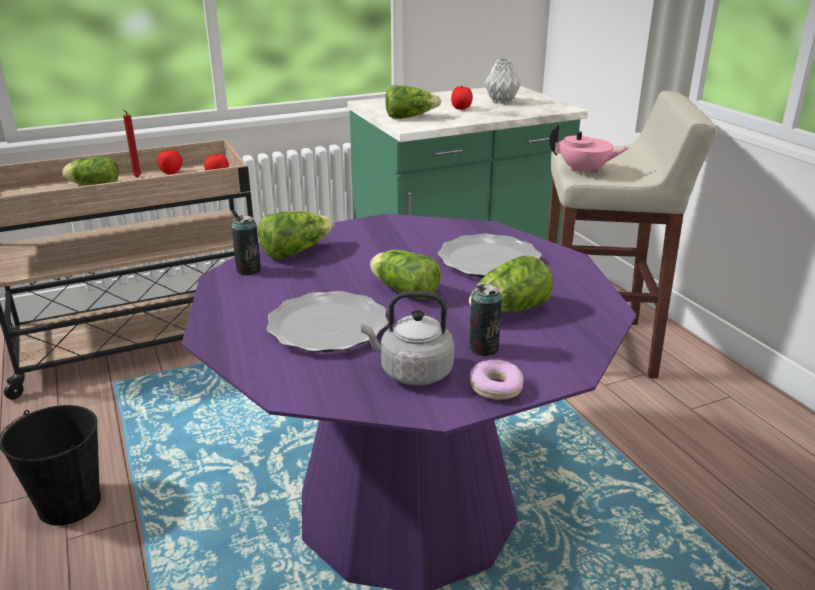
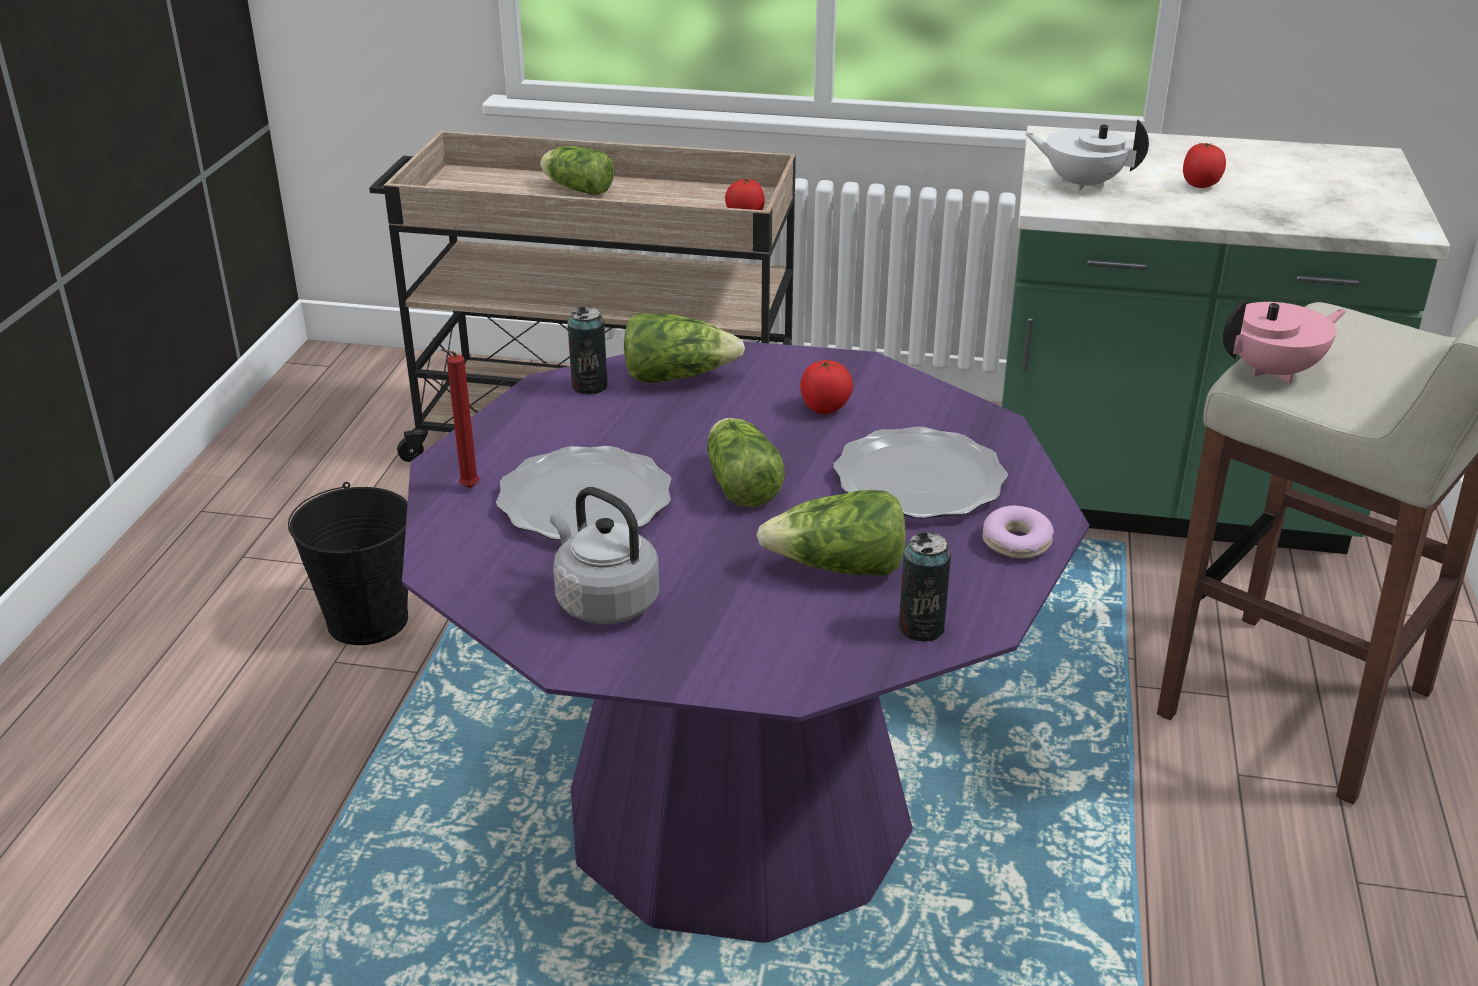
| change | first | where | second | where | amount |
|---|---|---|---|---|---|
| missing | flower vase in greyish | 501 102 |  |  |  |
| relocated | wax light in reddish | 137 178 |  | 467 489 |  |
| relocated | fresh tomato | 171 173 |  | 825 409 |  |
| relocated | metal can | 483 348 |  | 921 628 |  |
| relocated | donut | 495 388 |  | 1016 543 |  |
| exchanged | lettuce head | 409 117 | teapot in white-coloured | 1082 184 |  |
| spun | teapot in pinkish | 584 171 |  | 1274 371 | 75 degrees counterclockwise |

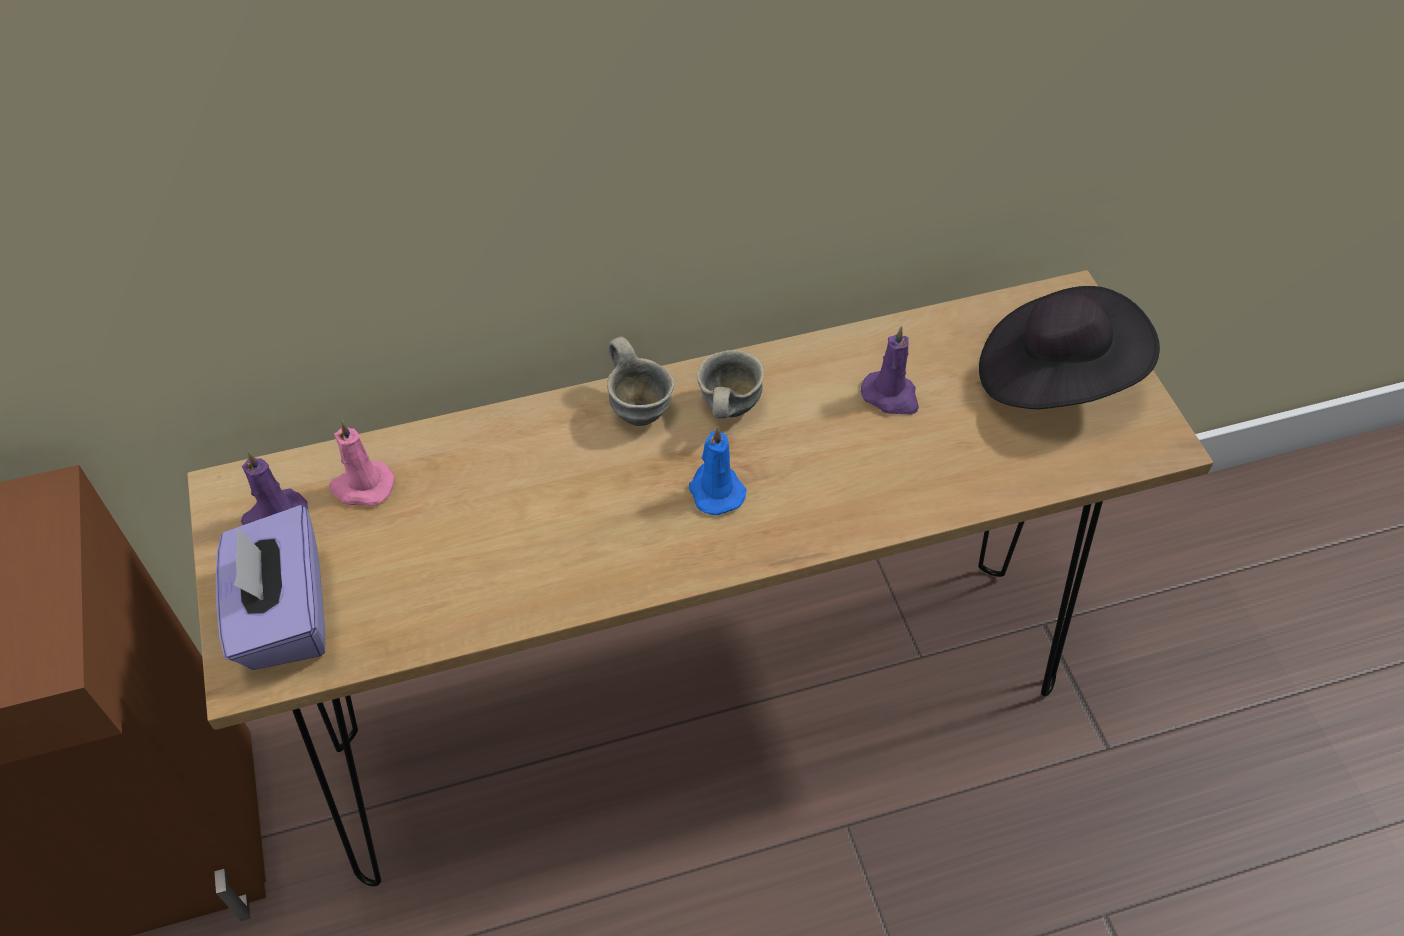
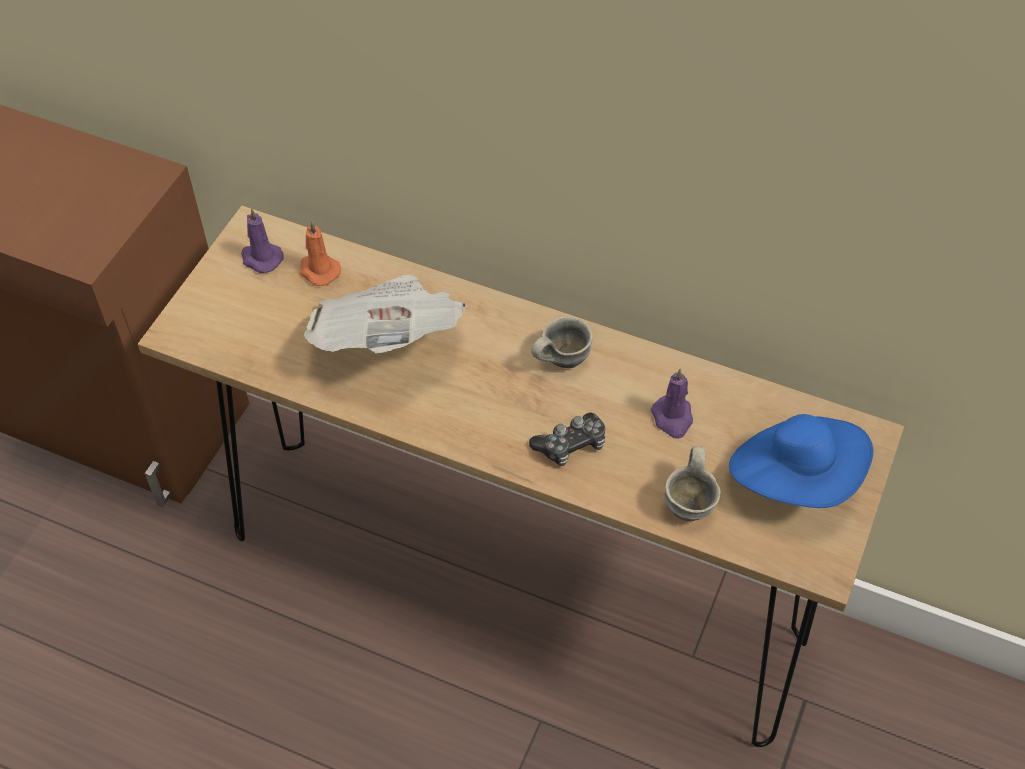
| change | first | where | second | where | amount |
|---|---|---|---|---|---|
| missing | box of tissues in purple | 283 615 |  |  |  |
| missing | wax light in bluish | 715 490 |  |  |  |
| appeared |  |  | newspaper | 388 340 |  |
| appeared |  |  | game controller | 571 445 |  |
| relocated | mug in greyish | 641 408 |  | 691 505 |  |
| colour | wax light in pinkish | 362 486 | wax light in orangey | 318 270 |  |
| colour | wearable hat in black | 1054 377 | wearable hat in bluish | 796 478 |  |

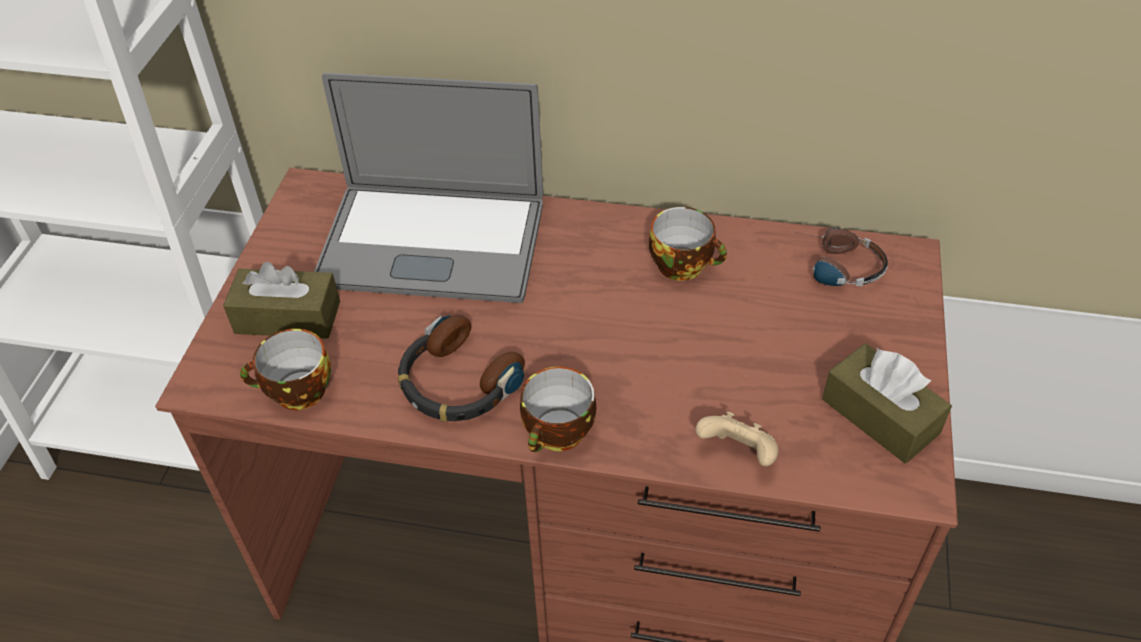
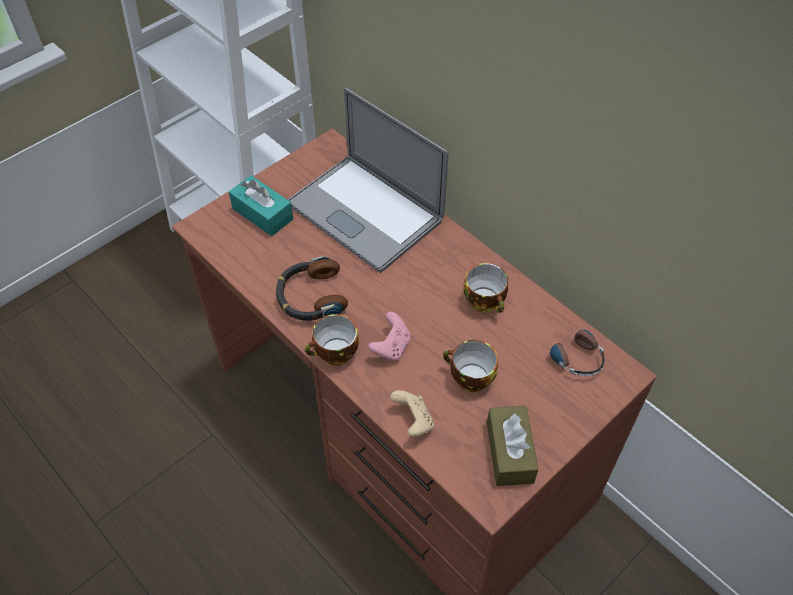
| change | first | where | second | where | amount |
|---|---|---|---|---|---|
| appeared |  |  | game controller in pinkish | 391 347 |  |
| relocated | cup | 296 393 |  | 469 378 |  |
| colour | box of tissues in brown-coloured | 288 317 | box of tissues in turquoise-coloured | 262 214 |  |

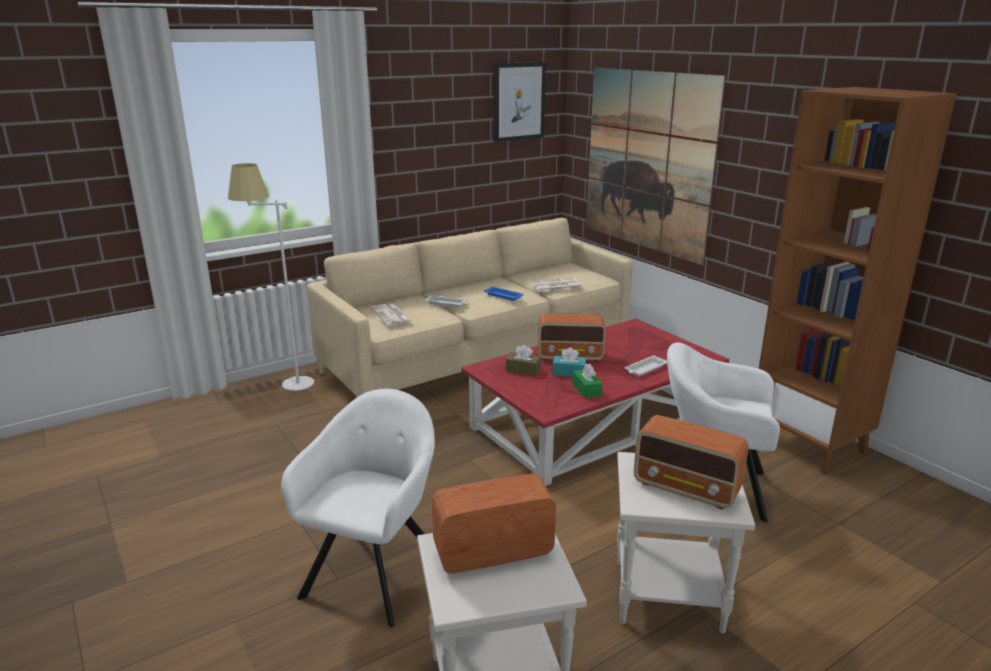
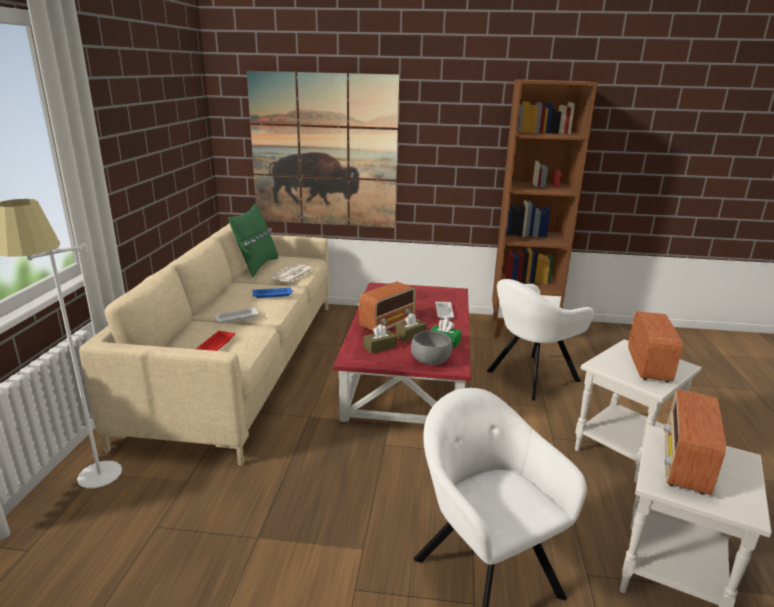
| change | first | where | second | where | amount |
|---|---|---|---|---|---|
| missing | picture | 518 101 |  |  |  |
| appeared |  |  | throw pillow in green | 257 266 |  |
| appeared |  |  | deep dish in greyish | 430 360 |  |
| exchanged | newspaper | 392 316 | carrying tray in reddish | 214 346 |  |
| colour | box of tissues in turquoise-coloured | 568 372 | box of tissues in brown-coloured | 410 335 |  |
| spun | radio set | 687 488 |  | 648 366 | 60 degrees counterclockwise |

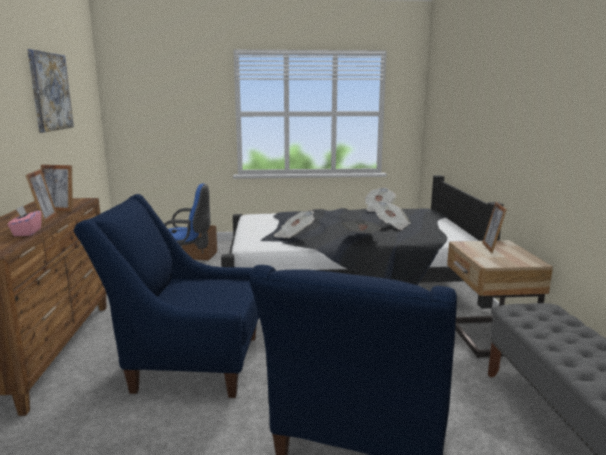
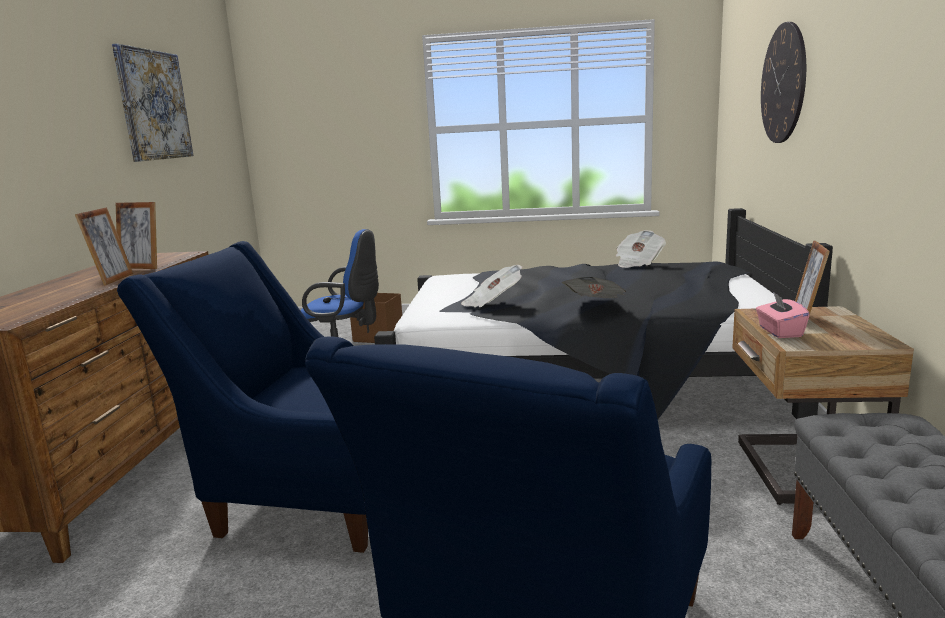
| change | first | where | second | where | amount |
|---|---|---|---|---|---|
| missing | newspaper | 391 225 |  |  |  |
| appeared |  |  | hanging clock | 783 83 |  |
| relocated | box of tissues in pinkish | 27 232 |  | 779 332 |  |

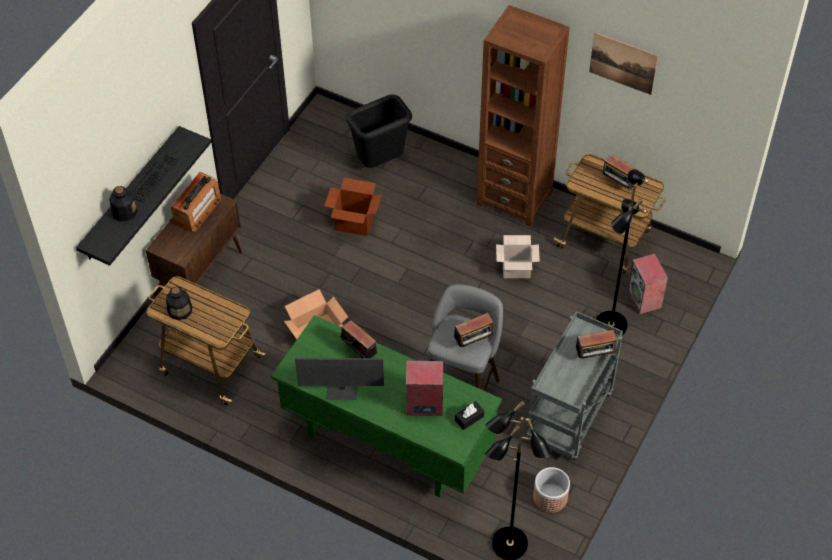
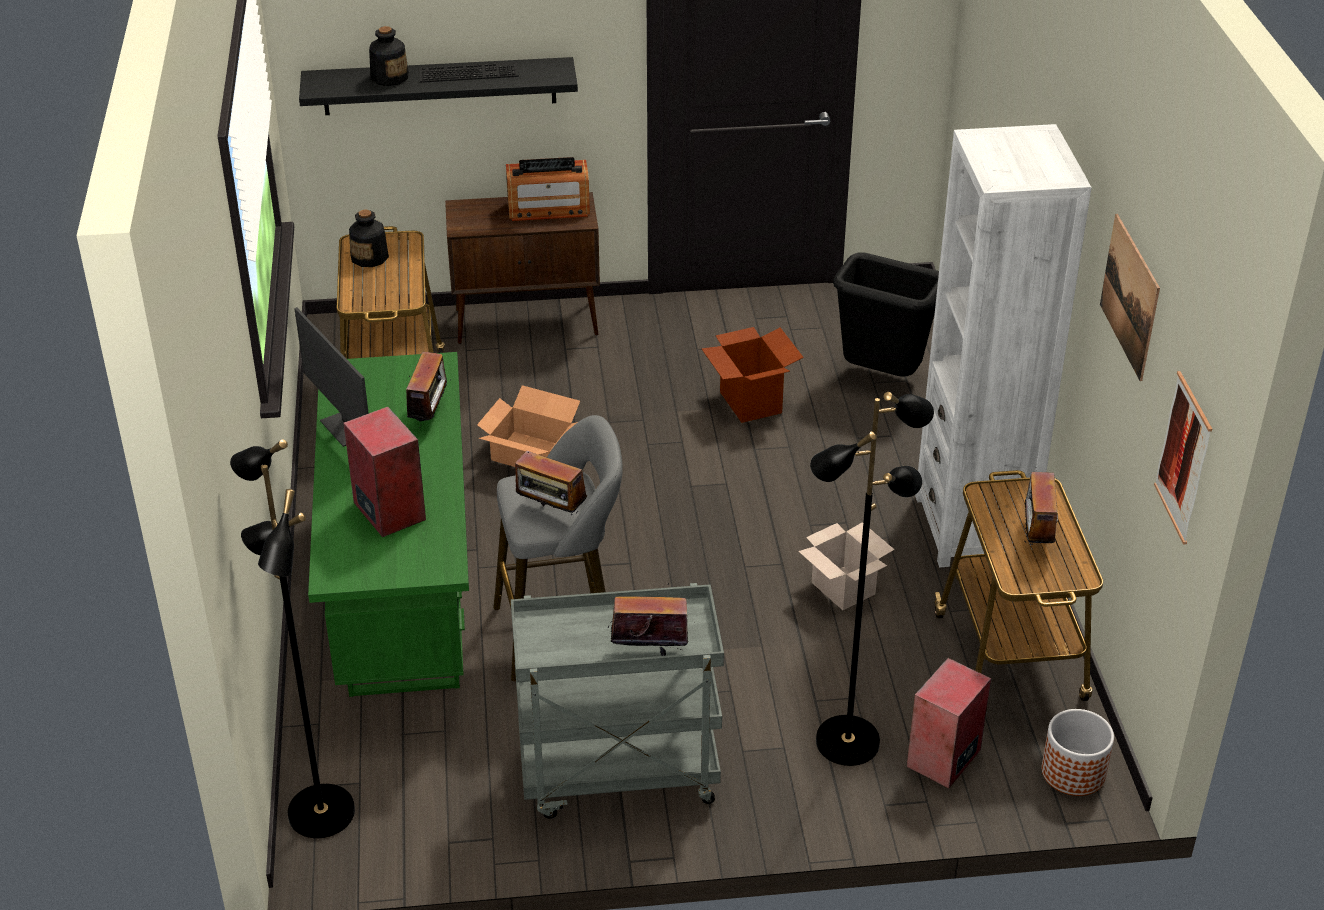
| change | first | where | second | where | amount |
|---|---|---|---|---|---|
| missing | box of tissues in black | 469 418 |  |  |  |
| appeared |  |  | picture | 1183 458 |  |
| relocated | flower pot | 550 497 |  | 1073 772 |  |
| colour | bookcase in brown-coloured | 514 198 | bookcase in white-coloured | 973 527 |  |
| spun | radio set | 595 356 |  | 649 651 | 135 degrees clockwise |

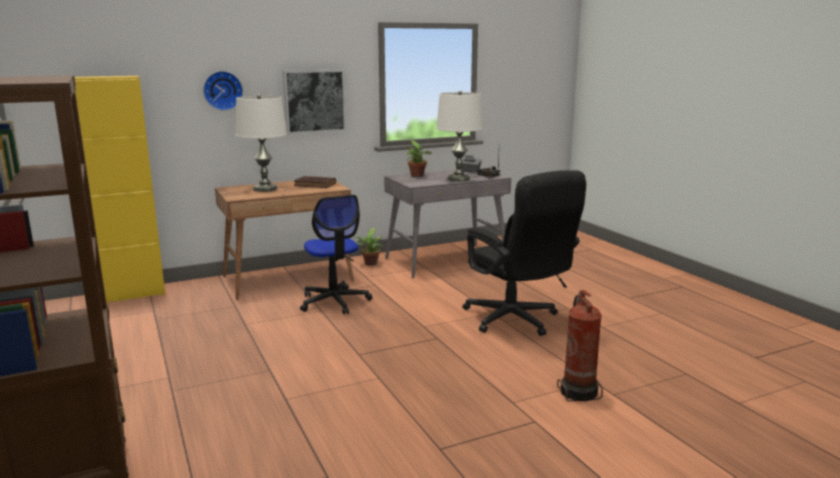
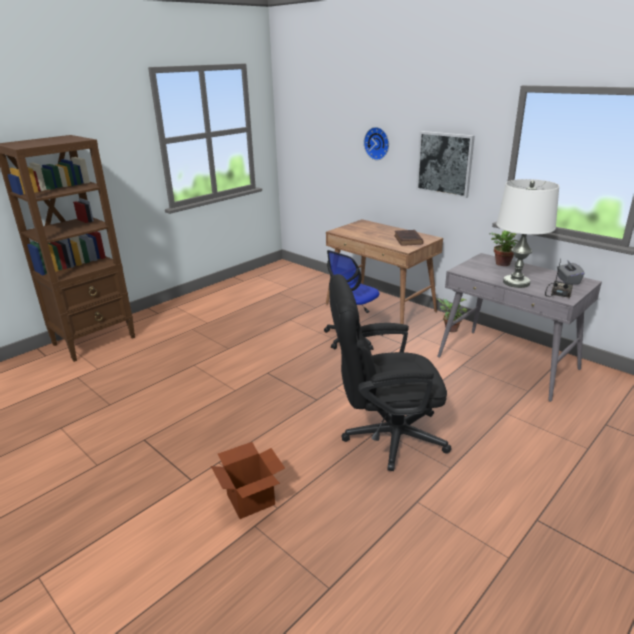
| change | first | where | second | where | amount |
|---|---|---|---|---|---|
| missing | storage cabinet in yellow | 128 295 |  |  |  |
| missing | lamp for a table in white-coloured | 265 189 |  |  |  |
| exchanged | extinguisher | 578 392 | carton | 250 500 |  |
| spun | computer chair in black | 516 321 |  | 384 436 | 45 degrees clockwise |

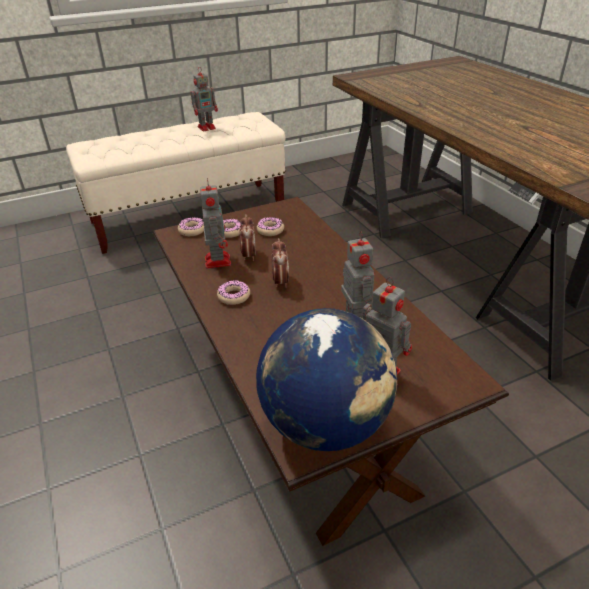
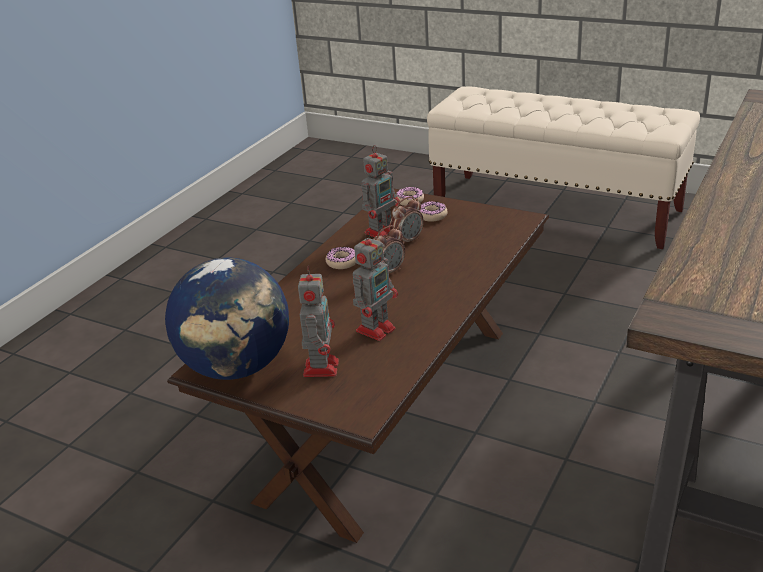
| change | first | where | second | where | amount |
|---|---|---|---|---|---|
| missing | toy robot | 207 127 |  |  |  |
| missing | donut | 270 230 |  |  |  |

